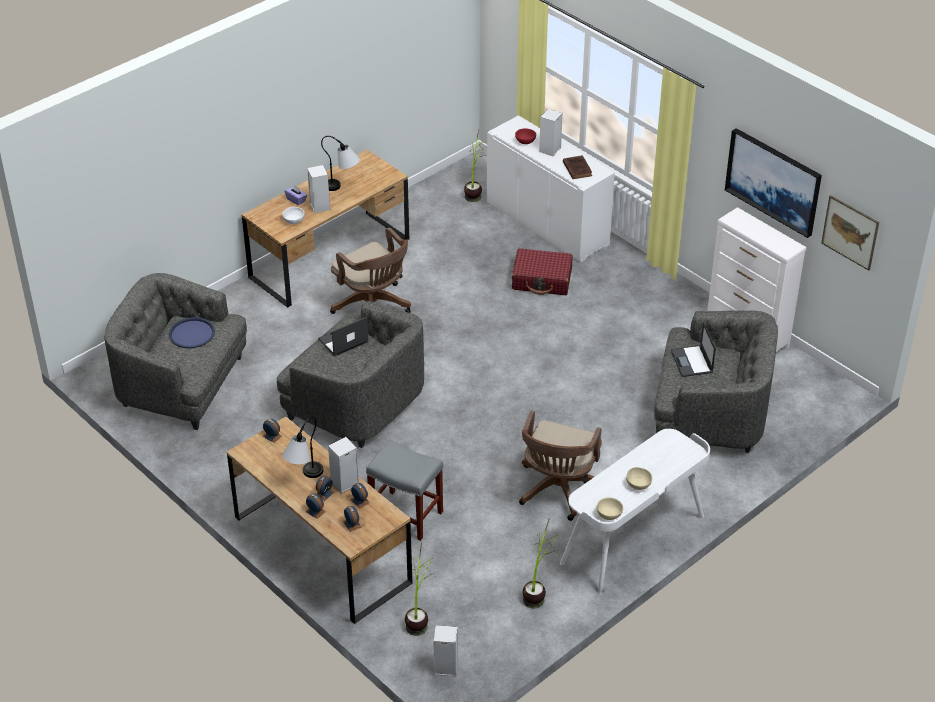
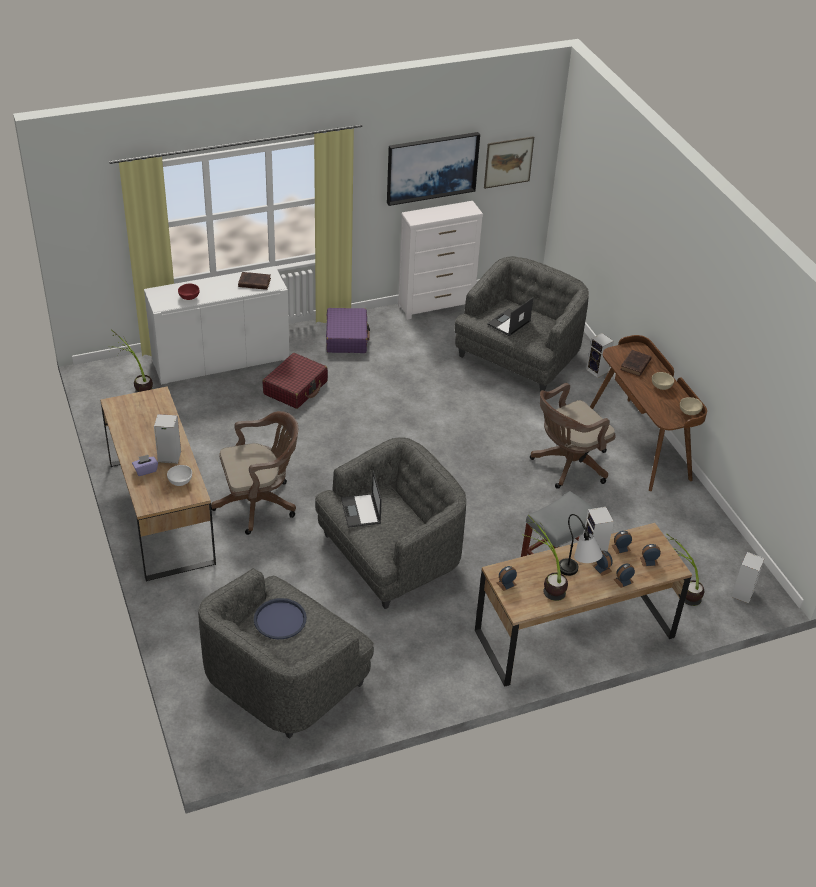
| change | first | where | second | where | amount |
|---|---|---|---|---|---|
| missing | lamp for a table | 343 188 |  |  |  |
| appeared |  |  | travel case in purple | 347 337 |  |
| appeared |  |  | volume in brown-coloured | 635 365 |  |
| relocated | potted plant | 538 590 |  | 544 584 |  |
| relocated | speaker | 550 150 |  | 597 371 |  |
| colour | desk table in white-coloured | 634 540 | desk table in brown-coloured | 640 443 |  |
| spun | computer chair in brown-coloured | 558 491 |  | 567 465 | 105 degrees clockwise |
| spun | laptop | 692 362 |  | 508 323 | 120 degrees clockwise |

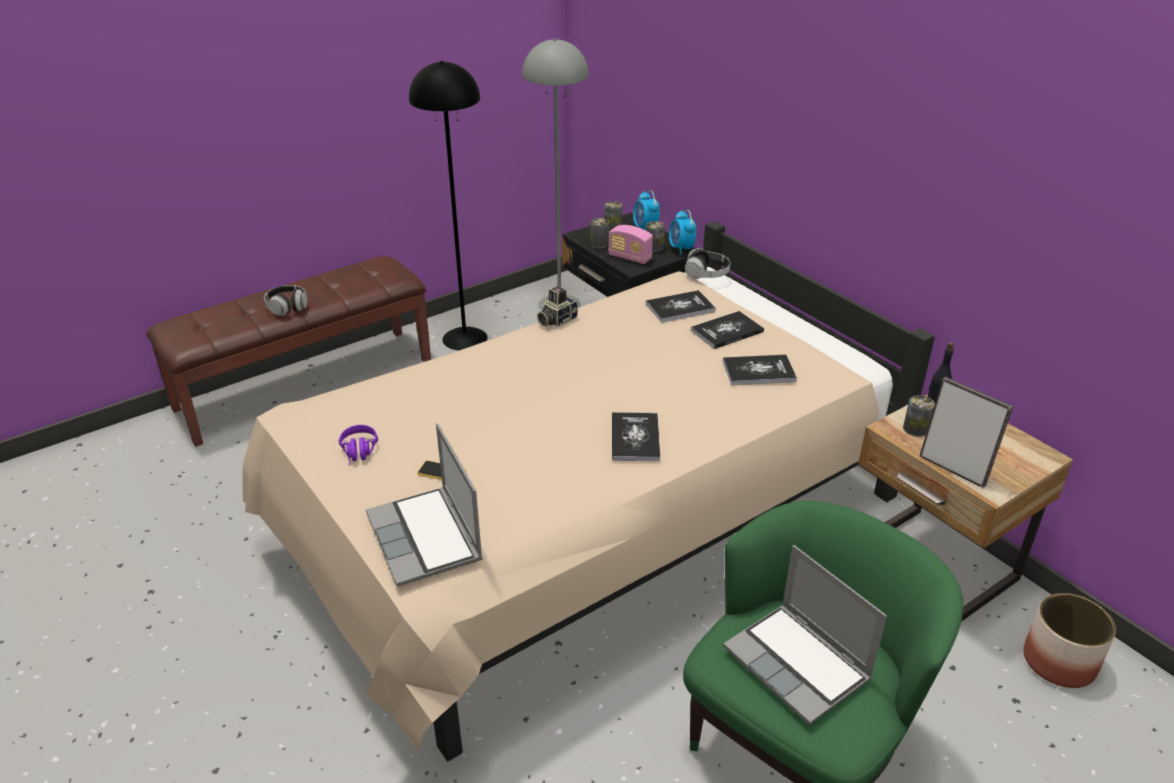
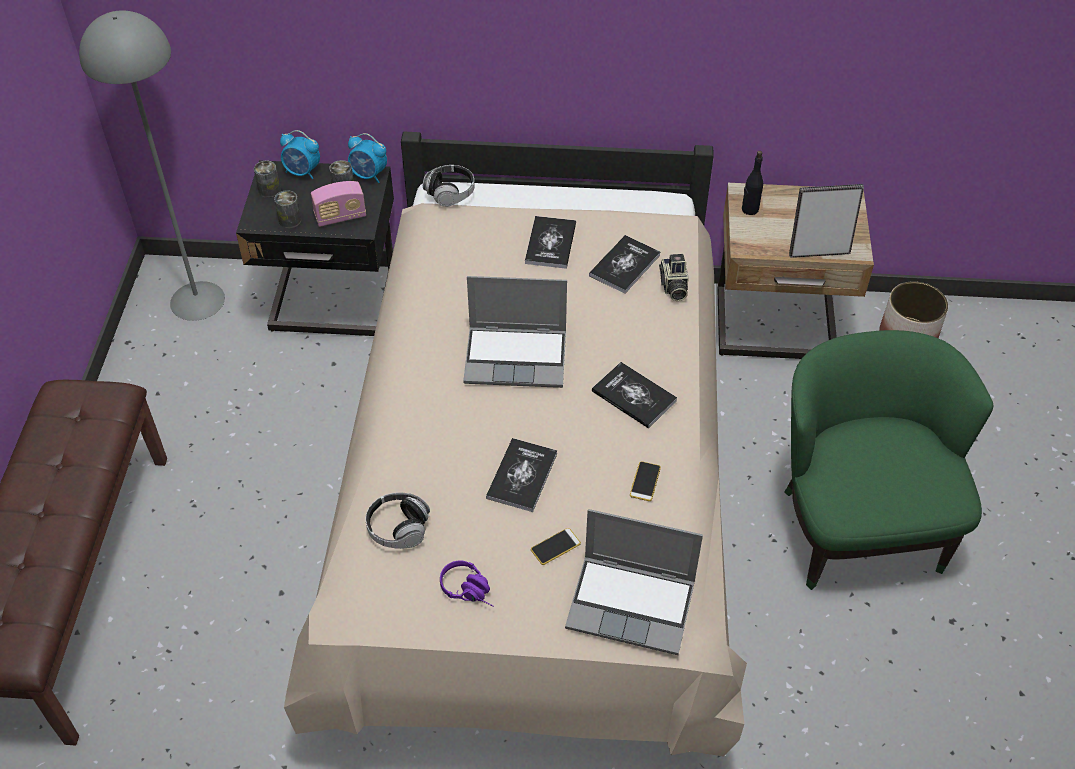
| change | first | where | second | where | amount |
|---|---|---|---|---|---|
| missing | standard lamp in black | 465 338 |  |  |  |
| missing | metal can | 915 429 |  |  |  |
| appeared |  |  | telephone | 645 481 |  |
| relocated | headphones | 287 307 |  | 398 528 |  |
| relocated | still camera | 556 320 |  | 673 287 |  |
| relocated | volume | 680 308 |  | 522 476 |  |
| relocated | laptop | 799 665 |  | 517 357 |  |

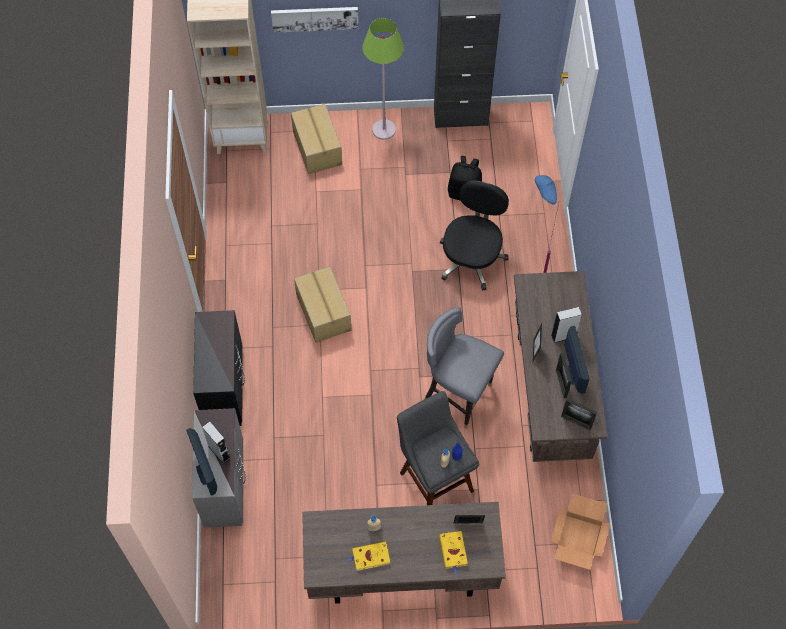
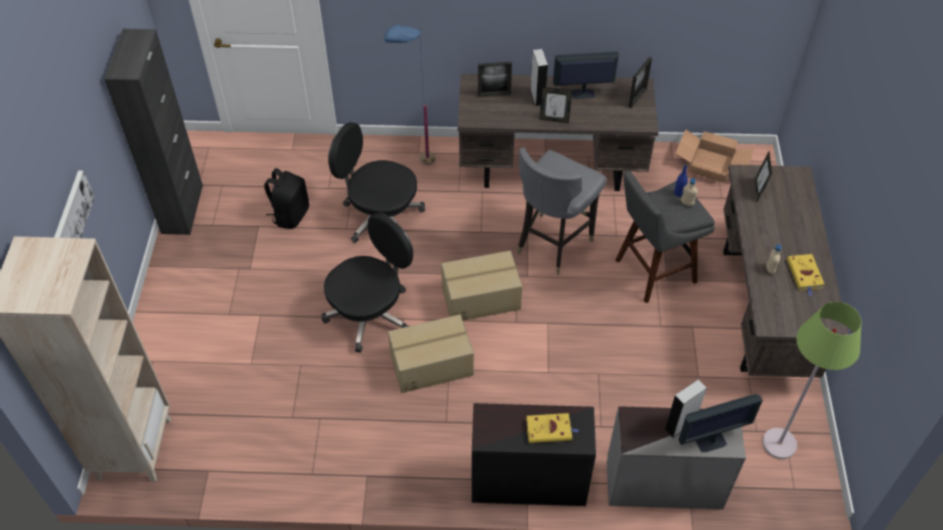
| change | first | where | second | where | amount |
|---|---|---|---|---|---|
| appeared |  |  | computer chair in black | 370 313 |  |
| relocated | carton | 318 147 |  | 480 297 |  |
| relocated | standard lamp in green | 384 129 |  | 779 444 |  |
| relocated | volume in yellow | 453 551 |  | 550 430 |  |
| relocated | photo frame | 561 384 |  | 494 95 |  |

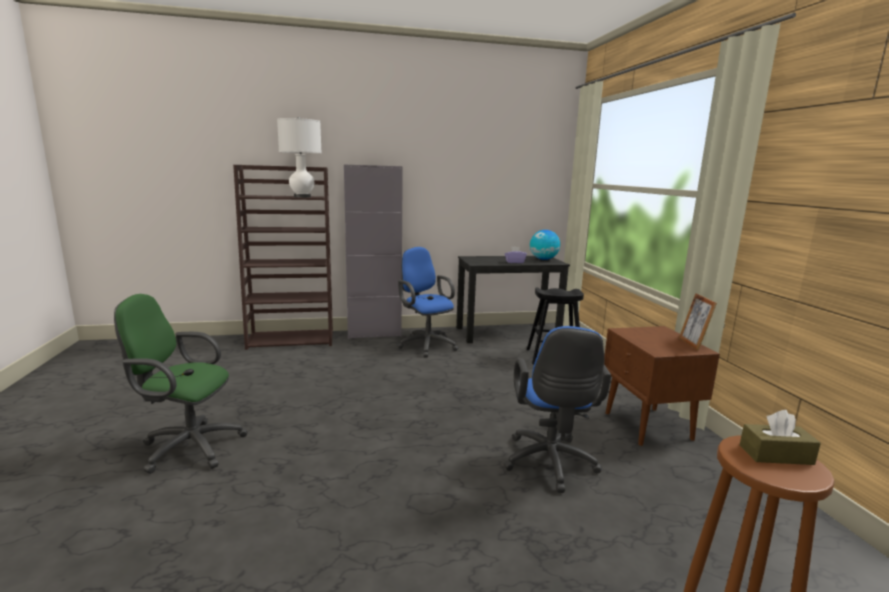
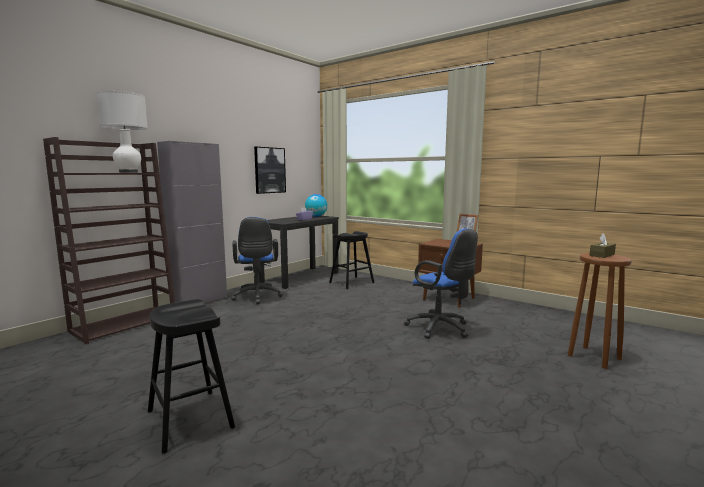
| change | first | where | second | where | amount |
|---|---|---|---|---|---|
| appeared |  |  | picture | 269 170 |  |
| exchanged | computer chair in green | 187 447 | sitting stool in black | 190 419 |  |
| spun | computer chair in bluish | 425 345 |  | 257 297 | 120 degrees counterclockwise |

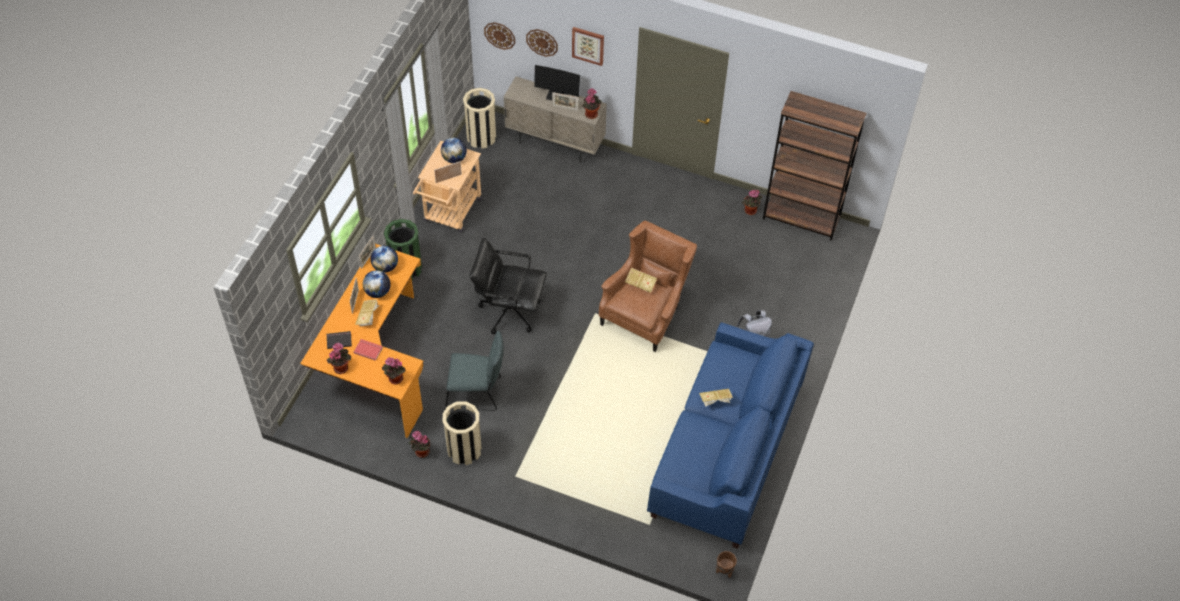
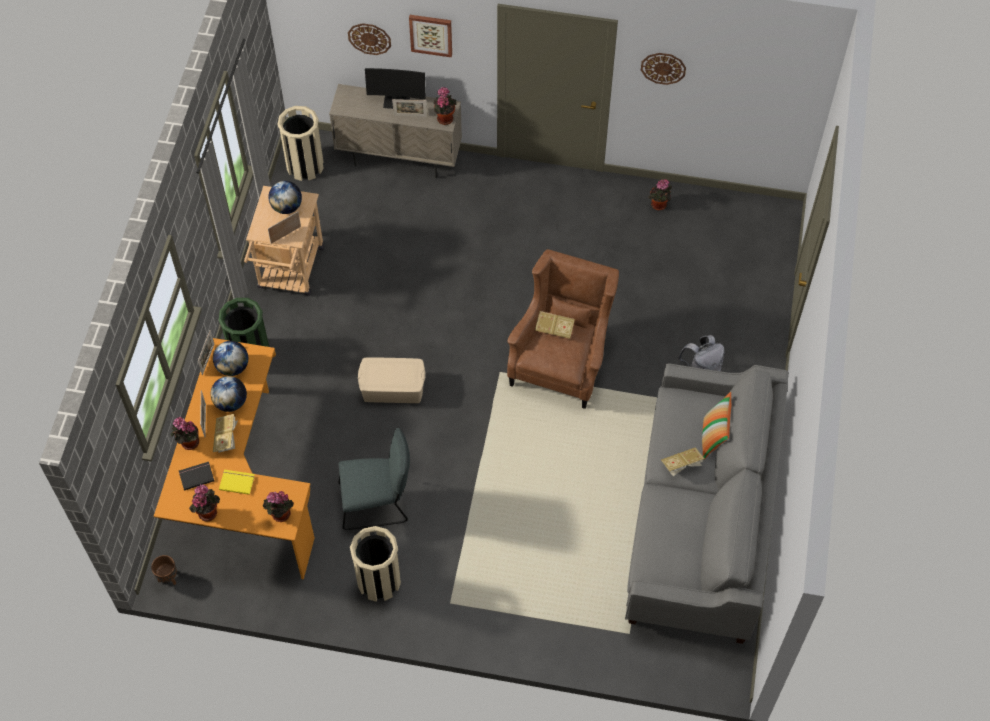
| change | first | where | second | where | amount |
|---|---|---|---|---|---|
| missing | bookcase in brown-coloured | 801 219 |  |  |  |
| appeared |  |  | throw pillow | 713 437 |  |
| relocated | potted plant | 421 452 |  | 188 443 |  |
| relocated | hanging clock | 499 35 |  | 663 68 |  |
| relocated | flower pot in brown-coloured | 724 571 |  | 168 578 |  |
| exchanged | computer chair in black | 509 311 | storage box in beige | 392 388 |  |
| colour | volume in reddish | 368 349 | volume in yellow | 237 481 |  |
| colour | sofa in bluish | 726 450 | sofa in greyish | 700 520 |  |

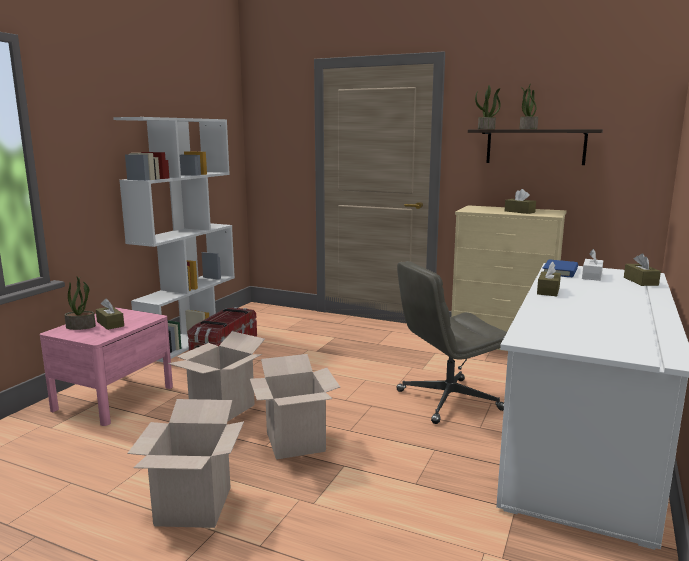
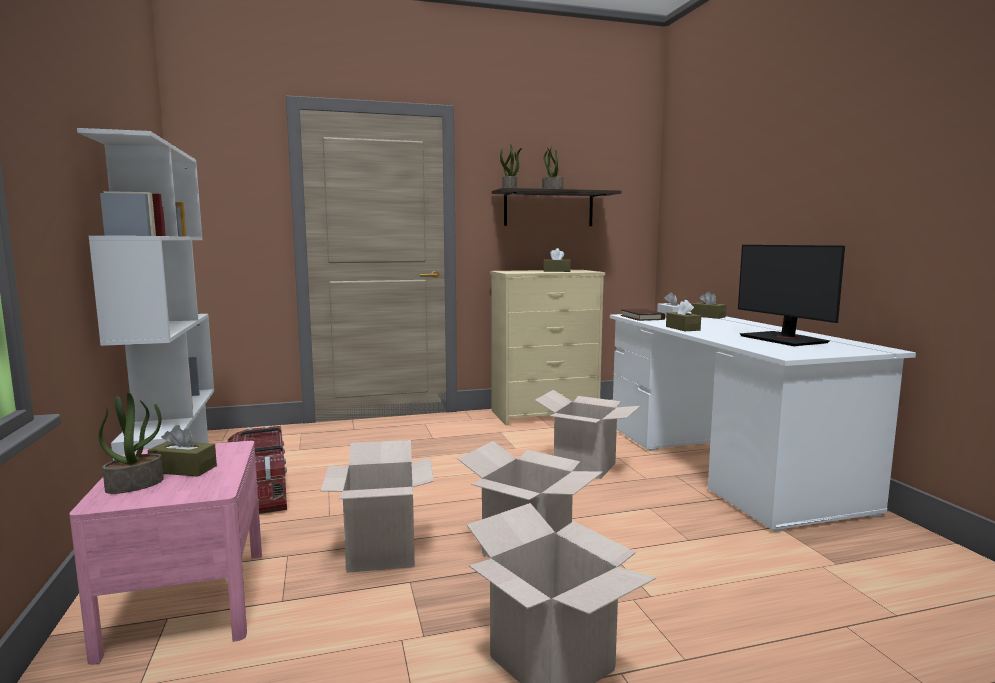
| change | first | where | second | where | amount |
|---|---|---|---|---|---|
| appeared |  |  | computer display | 784 339 |  |
| exchanged | computer chair in greyish | 447 400 | carton | 585 466 |  |
| colour | volume in bluish | 560 271 | volume in brown-coloured | 642 317 |  |

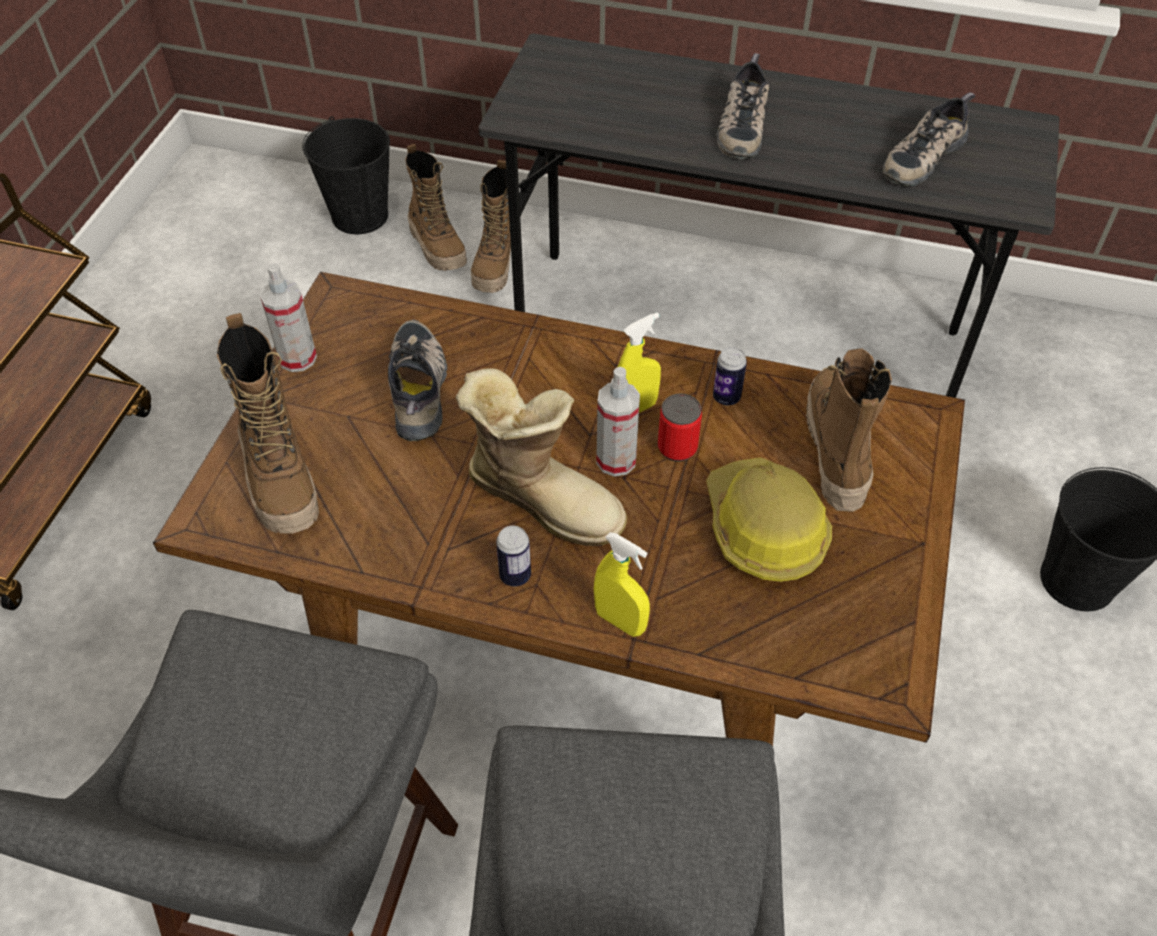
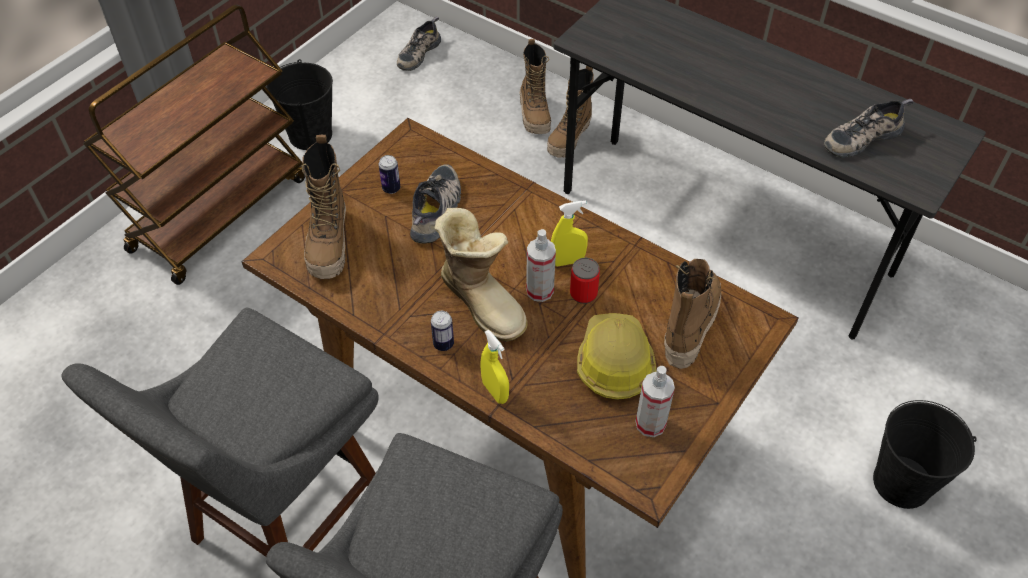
| change | first | where | second | where | amount |
|---|---|---|---|---|---|
| relocated | spray bottle | 297 358 |  | 650 424 |  |
| relocated | pail in black | 360 215 |  | 311 135 |  |
| relocated | metal can | 726 397 |  | 391 188 |  |
| relocated | shoe | 740 125 |  | 418 52 |  |

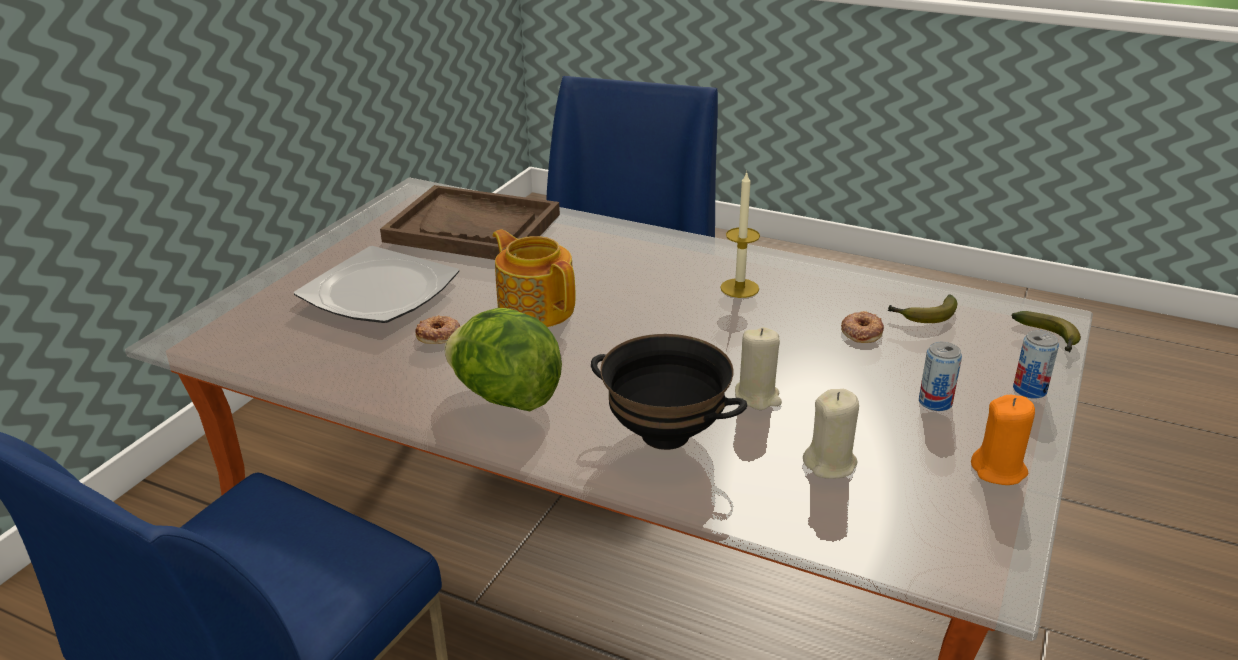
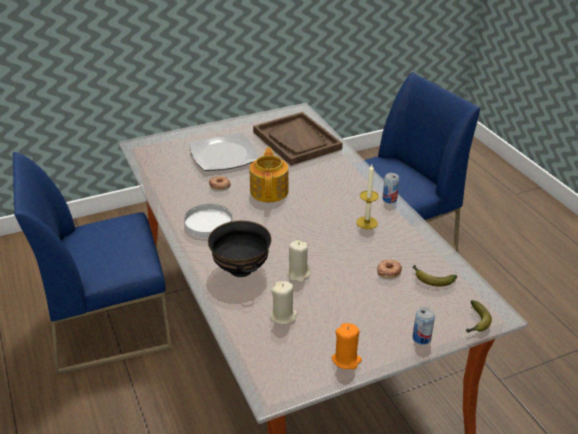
| change | first | where | second | where | amount |
|---|---|---|---|---|---|
| relocated | metal can | 935 402 |  | 389 199 |  |
| exchanged | lettuce head | 505 397 | plate in white-coloured | 208 223 |  |

